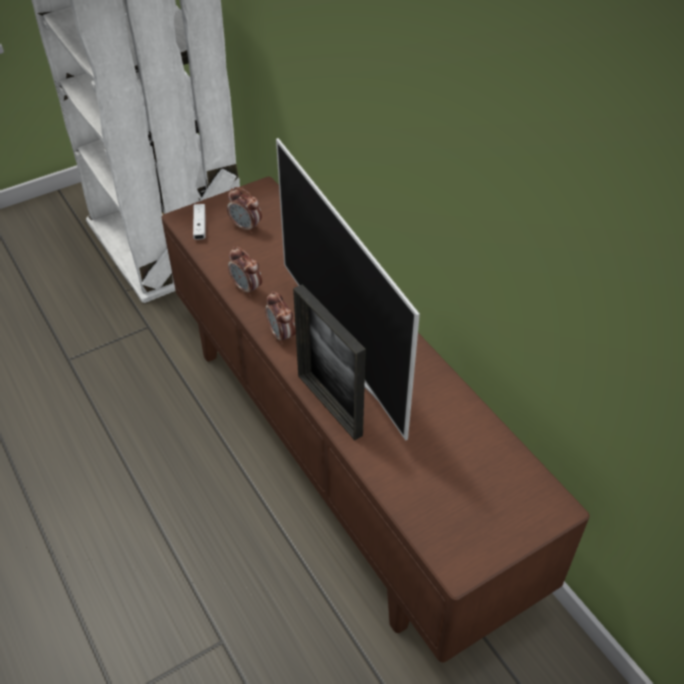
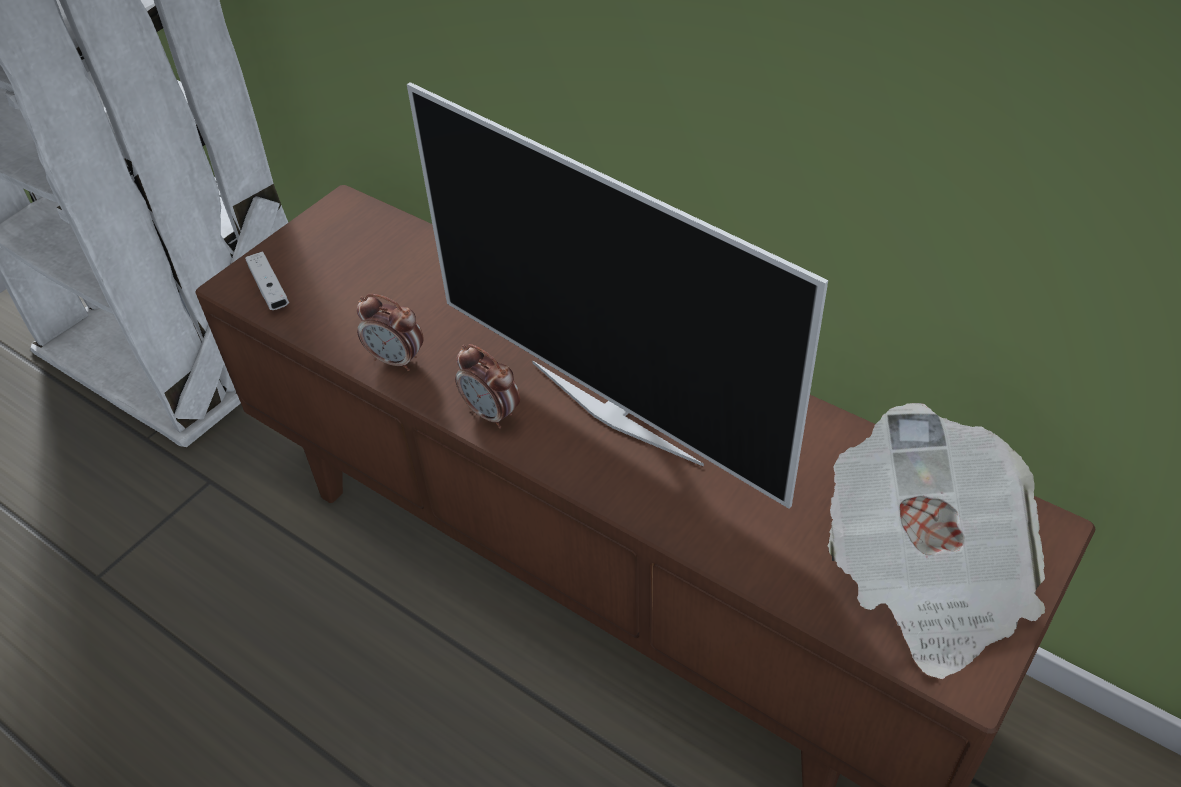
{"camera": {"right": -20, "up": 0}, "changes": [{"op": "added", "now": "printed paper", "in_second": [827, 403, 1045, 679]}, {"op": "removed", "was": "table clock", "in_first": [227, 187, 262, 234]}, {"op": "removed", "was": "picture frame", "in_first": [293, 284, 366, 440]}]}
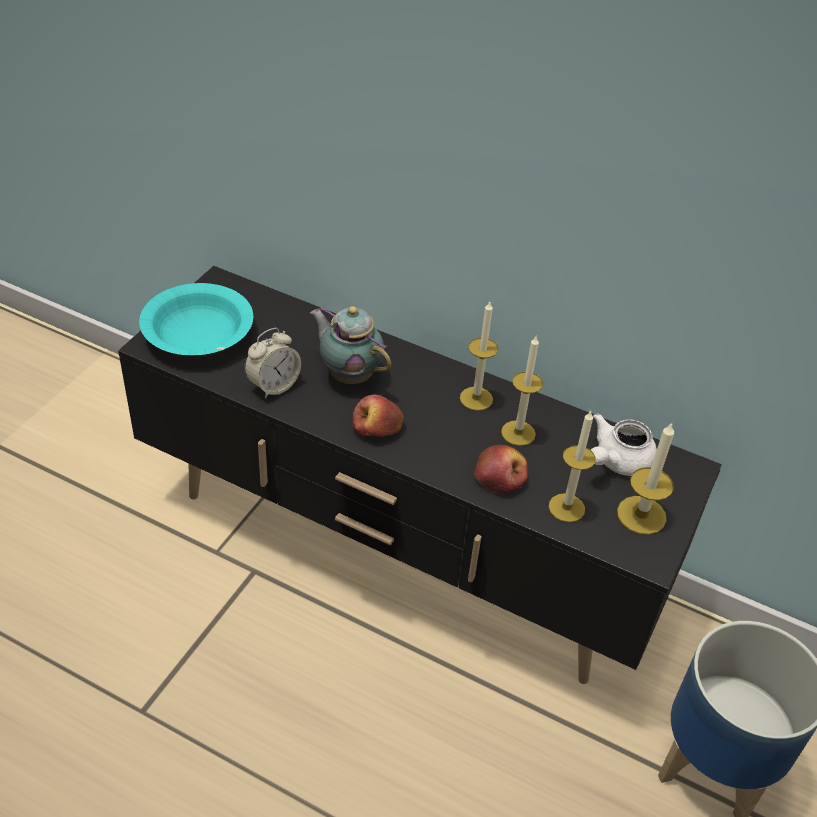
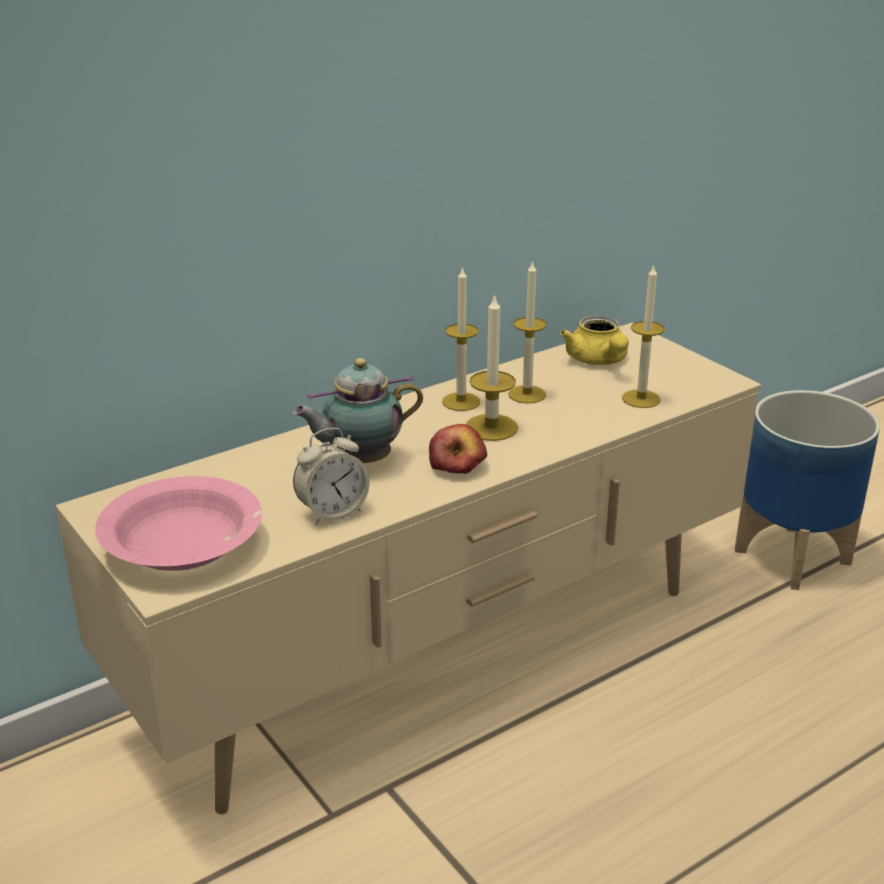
{"camera": {"right": -60, "up": -15}, "changes": [{"op": "recoloured", "was": "blackish tv stand", "now": "beige tv stand", "in_first": [118, 266, 722, 684], "in_second": [56, 323, 761, 814]}, {"op": "recoloured", "was": "turquoise serving bowl", "now": "pinkish serving bowl", "in_first": [139, 283, 253, 355], "in_second": [95, 476, 262, 571]}, {"op": "turned", "was": "table clock", "in_first": [244, 328, 301, 399], "in_second": [293, 428, 370, 525], "clockwise": 75}, {"op": "moved", "was": "candle", "in_first": [617, 422, 674, 535], "in_second": [466, 293, 518, 441]}, {"op": "recoloured", "was": "whitish pot for tea", "now": "yellow pot for tea", "in_first": [591, 413, 657, 476], "in_second": [560, 316, 629, 365]}, {"op": "removed", "was": "whole apple", "in_first": [474, 445, 528, 494]}]}
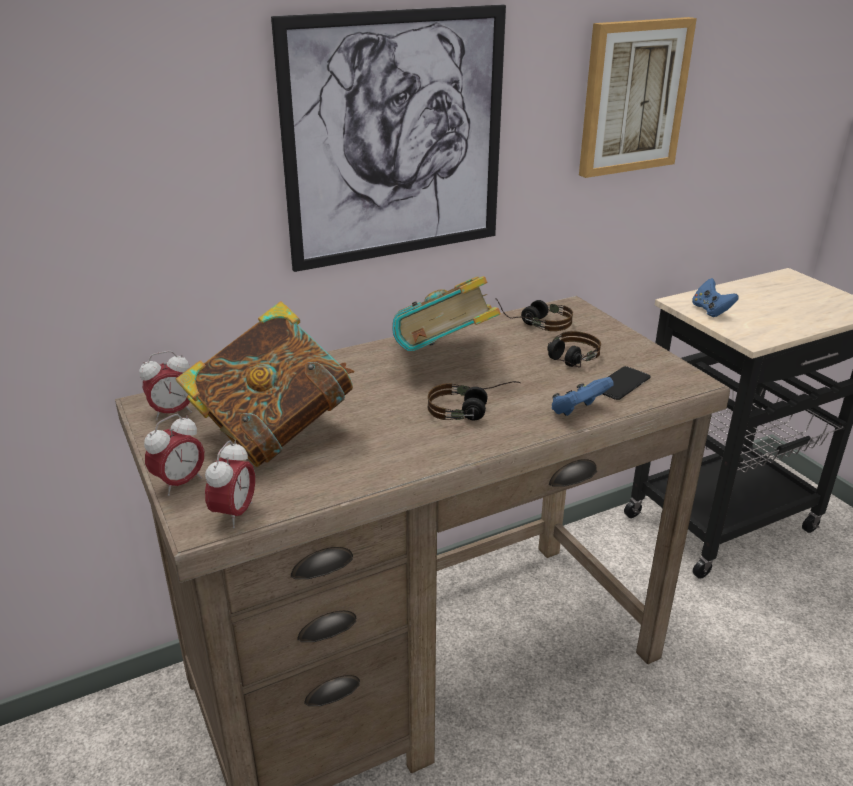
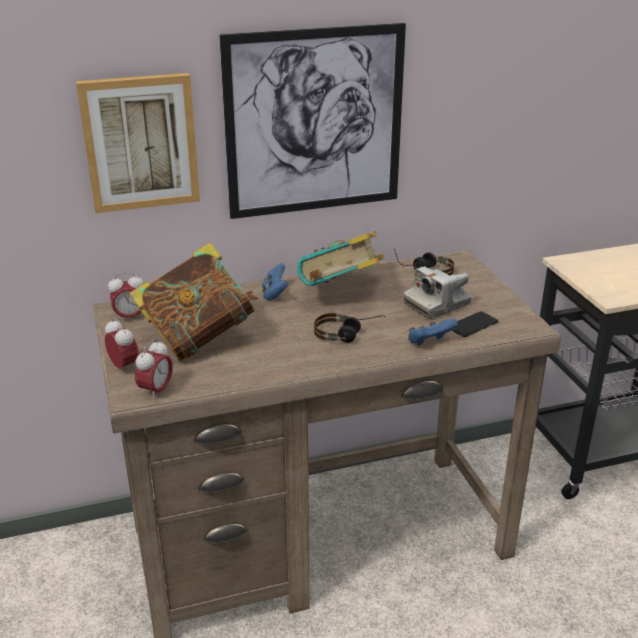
{"camera": {"right": 10, "up": 0}, "changes": [{"op": "moved", "was": "wall art", "in_first": [579, 17, 697, 178], "in_second": [76, 73, 200, 213]}, {"op": "turned", "was": "table clock", "in_first": [144, 414, 204, 496], "in_second": [105, 318, 139, 370], "clockwise": -90}, {"op": "moved", "was": "blue-coloured gamepad", "in_first": [692, 278, 739, 317], "in_second": [262, 263, 288, 301]}, {"op": "replaced", "was": "headphones", "now": "photo camera", "in_first": [547, 331, 601, 368], "in_second": [404, 267, 472, 319]}]}
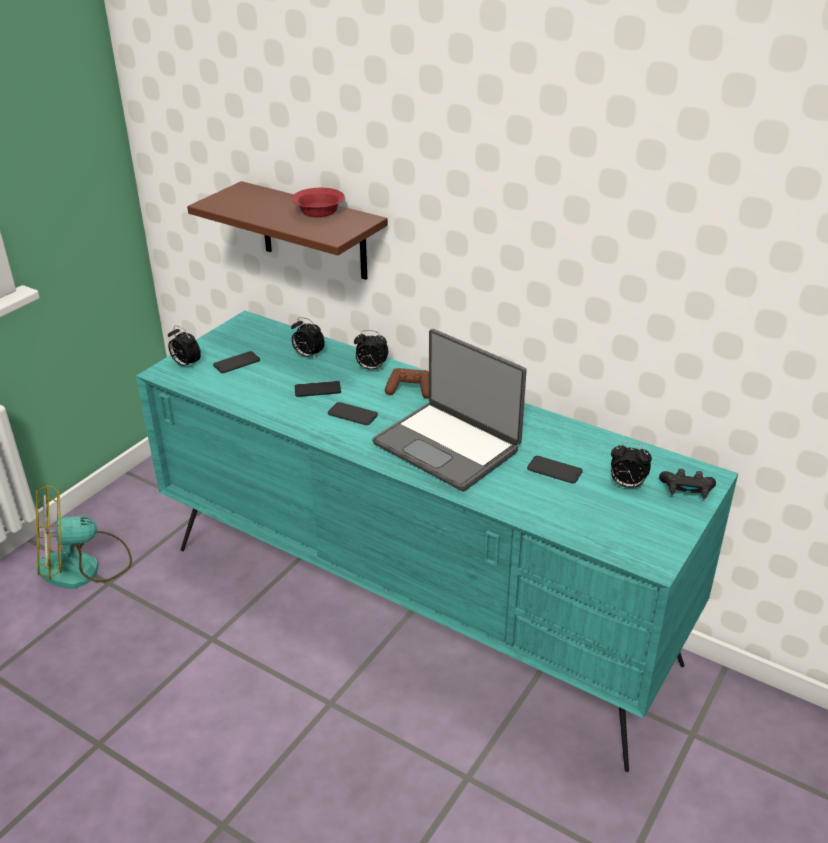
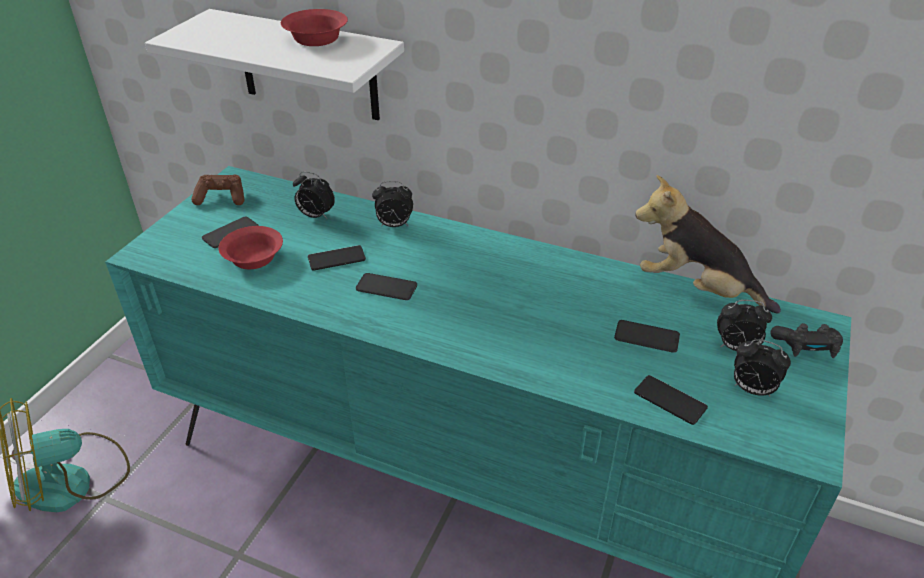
{"camera": {"right": -10, "up": 5}, "changes": [{"op": "recoloured", "was": "brownish bracket shelf", "now": "whitish bracket shelf", "in_first": [187, 181, 388, 280], "in_second": [145, 9, 404, 120]}, {"op": "moved", "was": "brownish gamepad", "in_first": [385, 368, 429, 399], "in_second": [191, 174, 244, 205]}, {"op": "added", "now": "reddish serving bowl", "in_second": [219, 226, 283, 269]}, {"op": "added", "now": "telephone", "in_second": [634, 375, 708, 425]}, {"op": "added", "now": "soft toy", "in_second": [635, 175, 781, 314]}, {"op": "moved", "was": "table clock", "in_first": [168, 325, 201, 368], "in_second": [734, 339, 791, 397]}, {"op": "removed", "was": "portable computer", "in_first": [372, 329, 527, 492]}]}
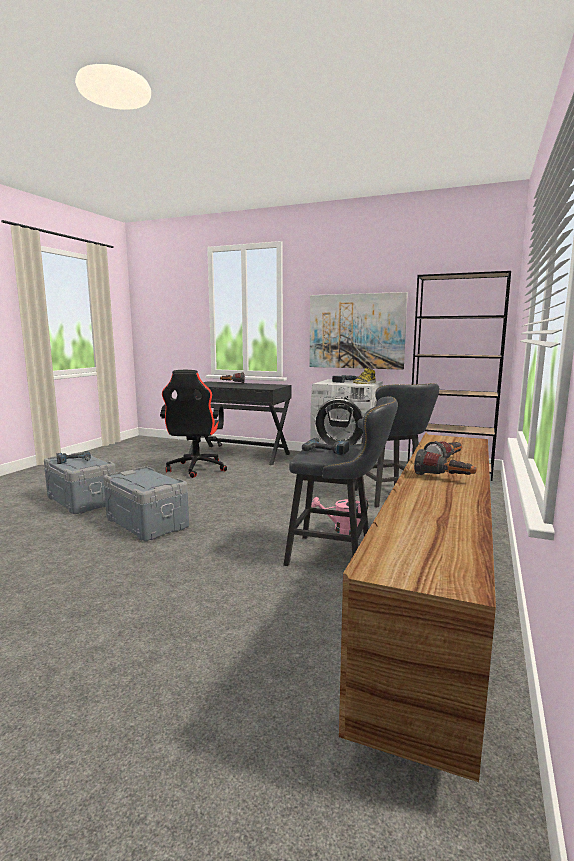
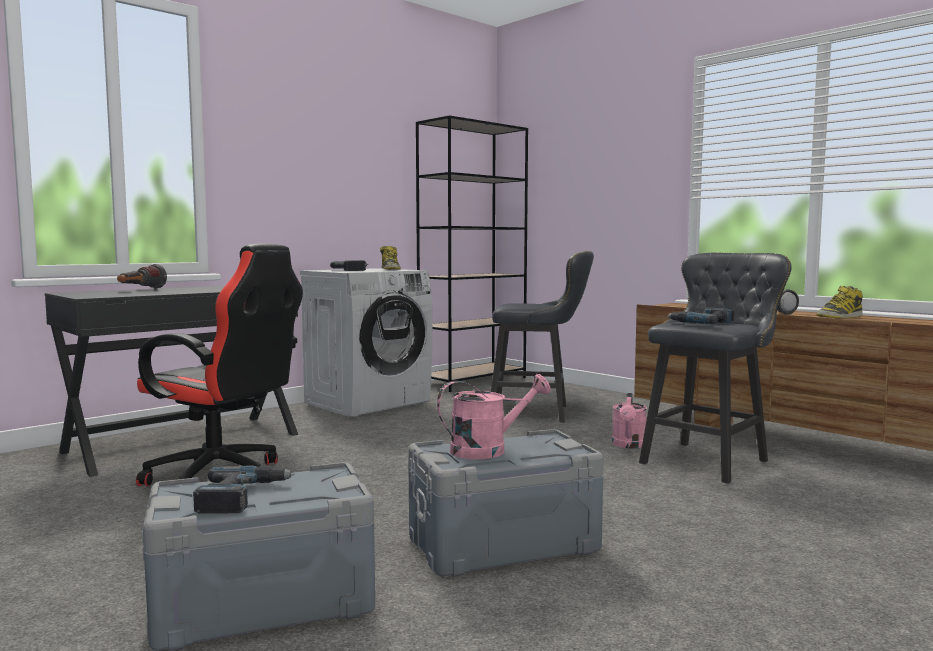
{"camera": {"right": -65, "up": -5}, "changes": [{"op": "added", "now": "pinkish sprinkling can", "in_second": [437, 374, 551, 459]}, {"op": "replaced", "was": "flashlight", "now": "boot", "in_first": [414, 449, 477, 475], "in_second": [817, 286, 863, 318]}, {"op": "removed", "was": "wall art", "in_first": [309, 292, 408, 370]}]}
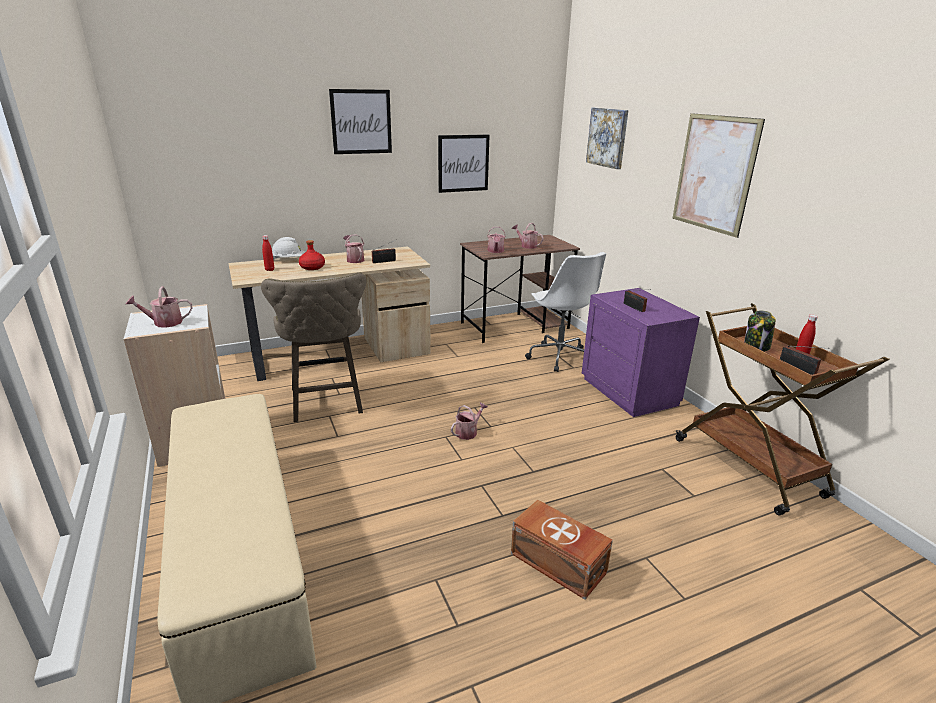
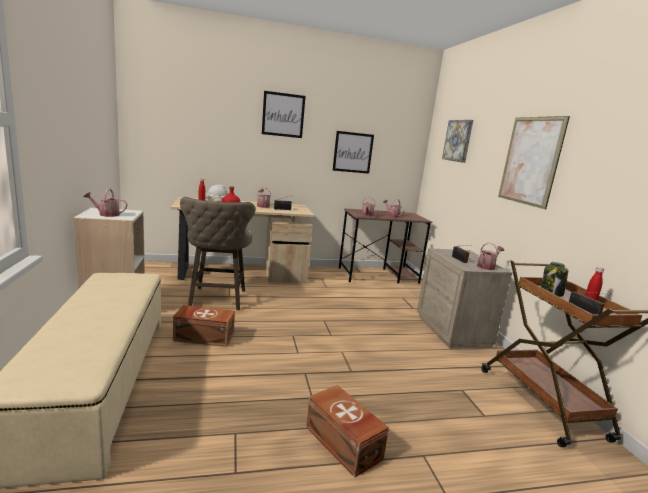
{"camera": {"right": 10, "up": -10}, "changes": [{"op": "added", "now": "brownish storage bin", "in_second": [173, 305, 235, 347]}, {"op": "recoloured", "was": "purplish night table", "now": "beige night table", "in_first": [582, 288, 700, 417], "in_second": [417, 248, 512, 349]}, {"op": "moved", "was": "sprinkling can", "in_first": [451, 402, 488, 440], "in_second": [477, 243, 505, 270]}, {"op": "removed", "was": "whitish computer chair", "in_first": [525, 252, 606, 372]}]}
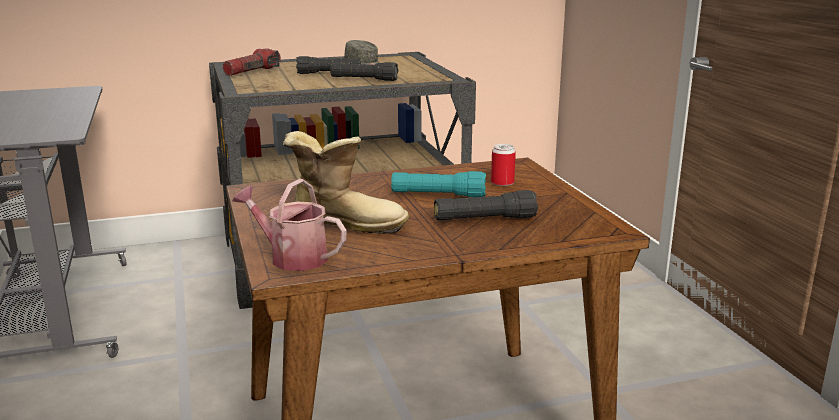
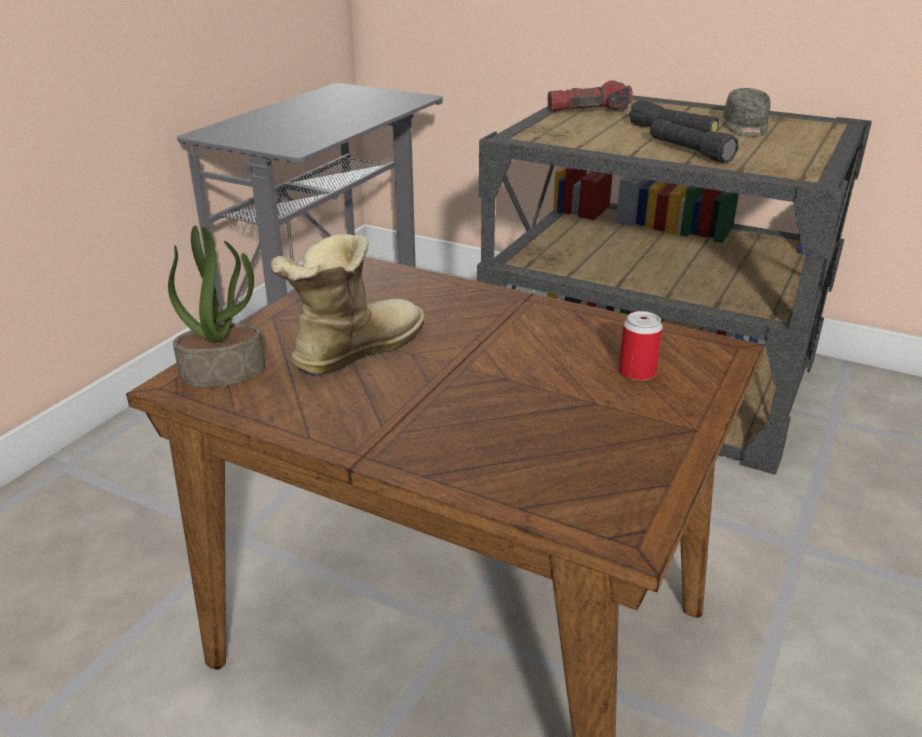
{"camera": {"right": 45, "up": 10}, "changes": [{"op": "replaced", "was": "sprinkling can", "now": "houseplant", "in_first": [232, 179, 347, 271], "in_second": [168, 226, 265, 387]}, {"op": "turned", "was": "boot", "in_first": [283, 131, 409, 234], "in_second": [271, 234, 424, 375], "clockwise": -105}, {"op": "removed", "was": "turquoise flashlight", "in_first": [391, 171, 486, 197]}, {"op": "removed", "was": "blackish flashlight", "in_first": [434, 190, 538, 220]}]}
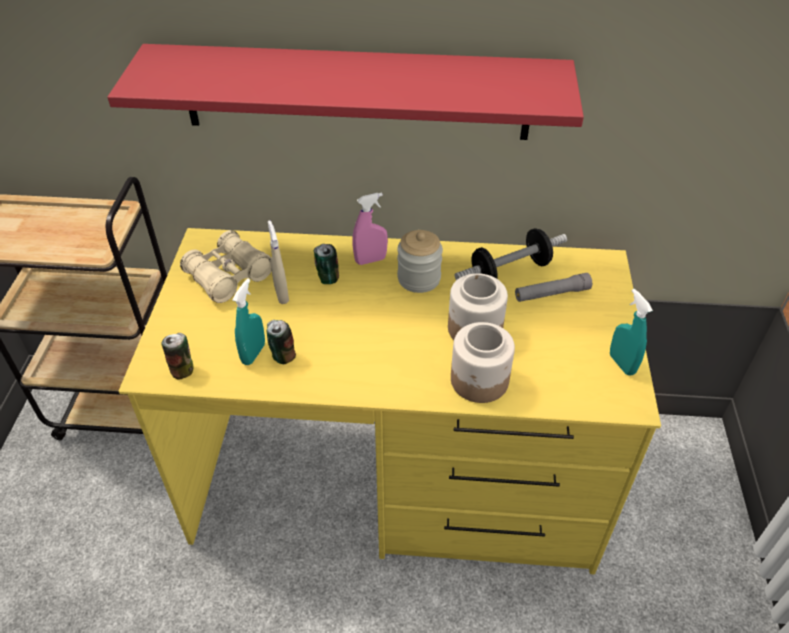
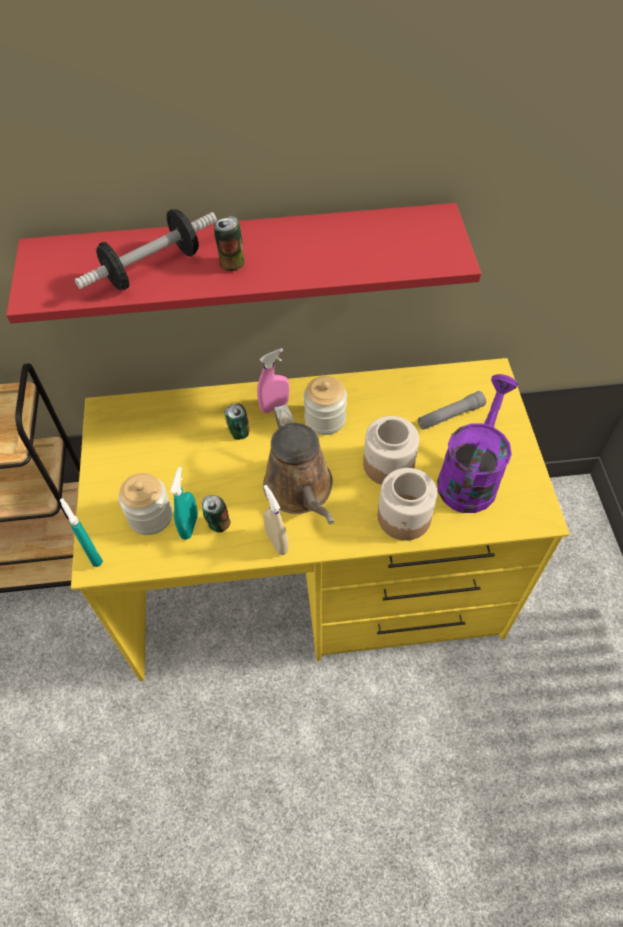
{"camera": {"right": -10, "up": 10}, "changes": [{"op": "moved", "was": "turquoise hand sprayer", "in_first": [610, 289, 653, 376], "in_second": [60, 498, 103, 567]}, {"op": "moved", "was": "dumbbell", "in_first": [455, 228, 567, 280], "in_second": [74, 209, 217, 290]}, {"op": "added", "now": "preserve jar", "in_second": [118, 473, 172, 535]}, {"op": "moved", "was": "sealed can", "in_first": [161, 333, 193, 380], "in_second": [214, 216, 245, 271]}, {"op": "added", "now": "brownish sprinkling can", "in_second": [263, 404, 334, 524]}, {"op": "moved", "was": "beige hand sprayer", "in_first": [268, 220, 289, 304], "in_second": [263, 485, 288, 555]}, {"op": "added", "now": "purplish sprinkling can", "in_second": [437, 374, 518, 513]}, {"op": "removed", "was": "beige binoculars", "in_first": [180, 230, 272, 303]}]}
